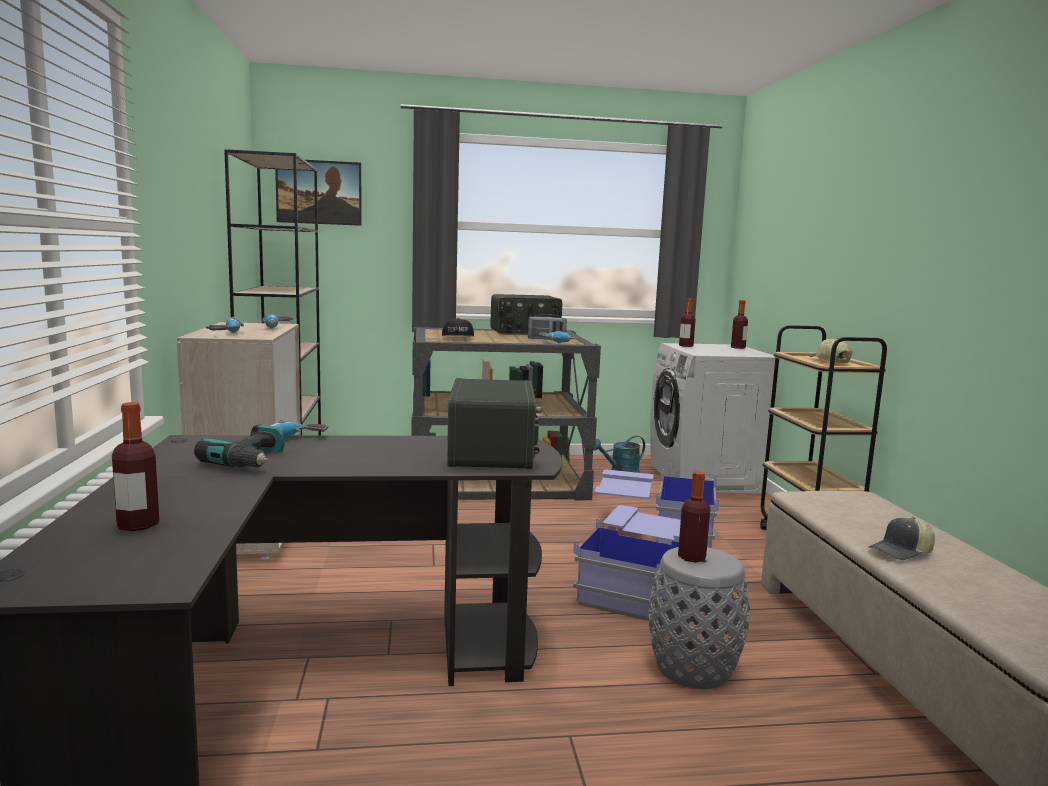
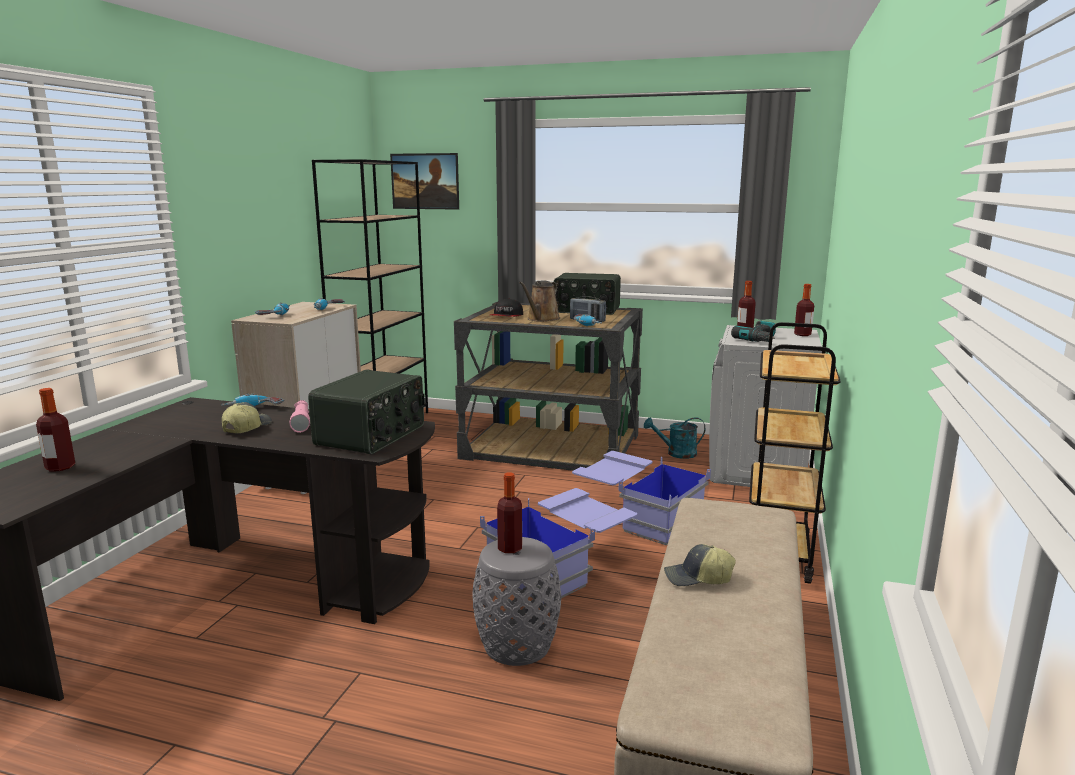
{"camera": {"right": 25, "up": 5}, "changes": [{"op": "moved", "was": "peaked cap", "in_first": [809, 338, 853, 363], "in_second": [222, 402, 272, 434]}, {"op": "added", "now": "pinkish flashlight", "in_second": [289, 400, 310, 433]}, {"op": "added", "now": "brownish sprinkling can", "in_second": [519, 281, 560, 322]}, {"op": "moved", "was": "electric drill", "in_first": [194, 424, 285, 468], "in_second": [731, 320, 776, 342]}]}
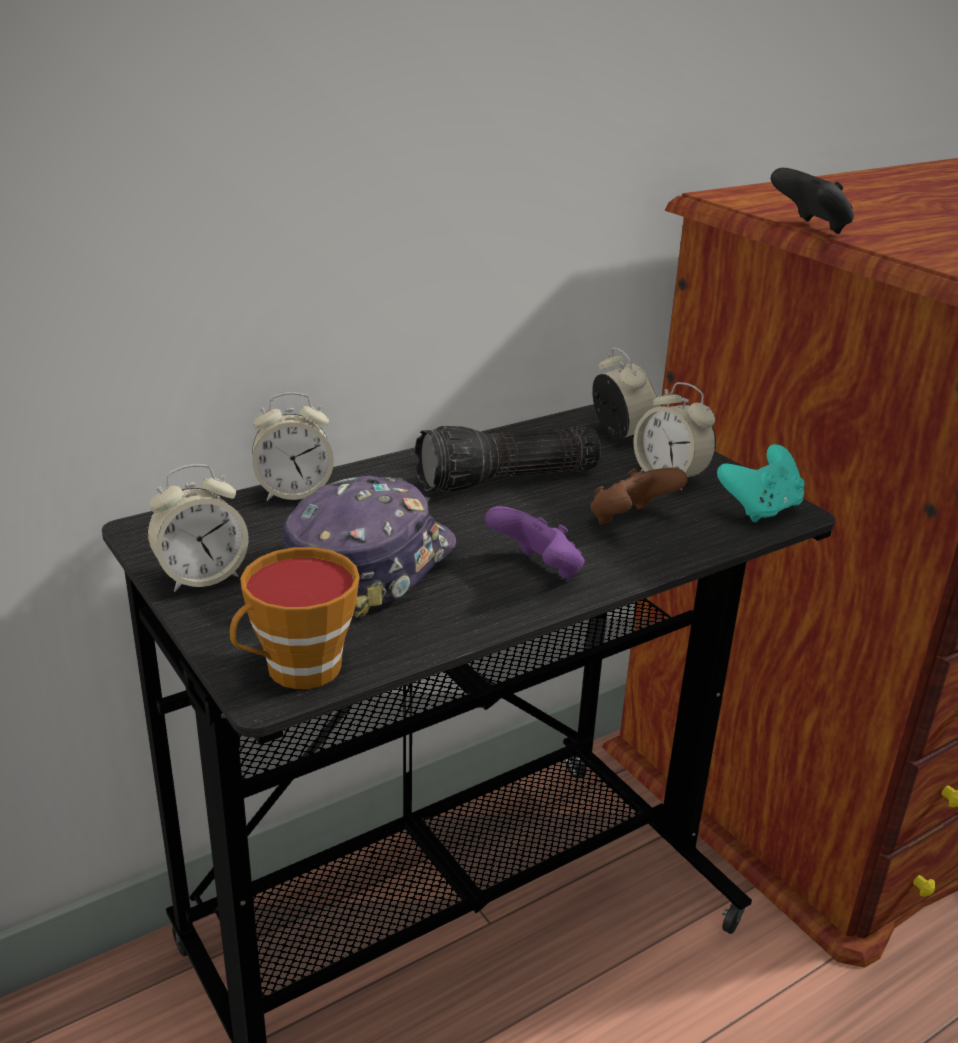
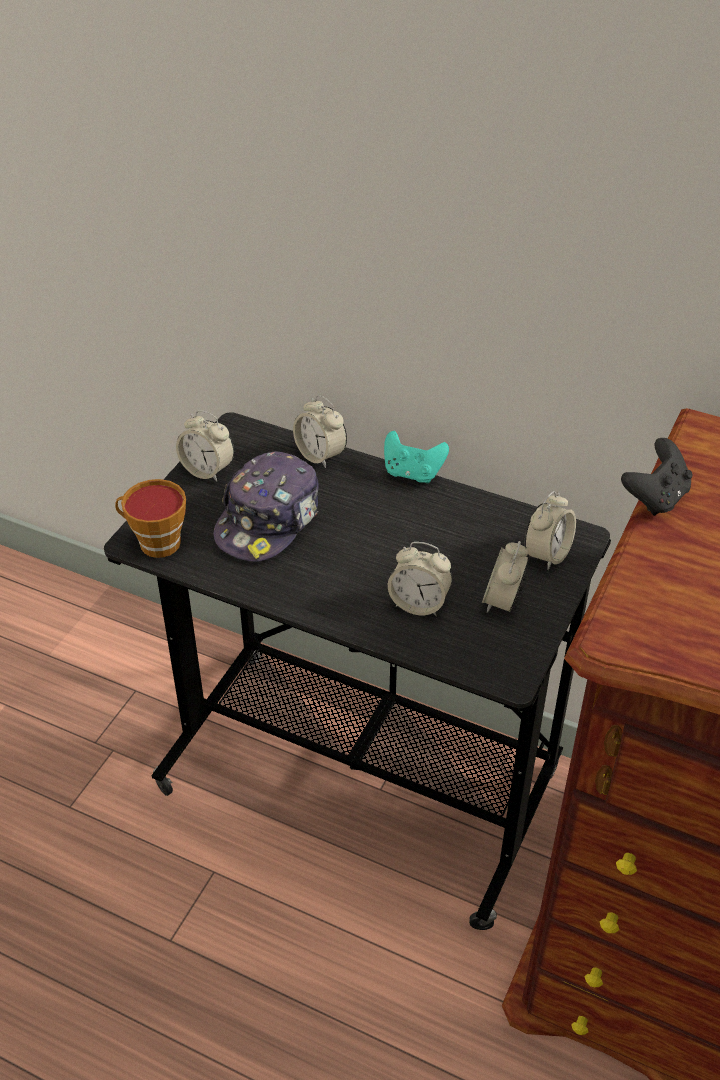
{"camera": {"right": 60, "up": 15}, "changes": [{"op": "turned", "was": "peaked cap", "in_first": [283, 476, 456, 618], "in_second": [213, 451, 319, 562], "clockwise": 120}, {"op": "moved", "was": "turquoise gamepad", "in_first": [717, 444, 805, 522], "in_second": [384, 431, 449, 483]}, {"op": "replaced", "was": "brownish gamepad", "now": "table clock", "in_first": [591, 467, 688, 524], "in_second": [388, 542, 452, 616]}, {"op": "removed", "was": "flashlight", "in_first": [415, 426, 601, 492]}, {"op": "removed", "was": "purplish gamepad", "in_first": [485, 506, 584, 580]}]}
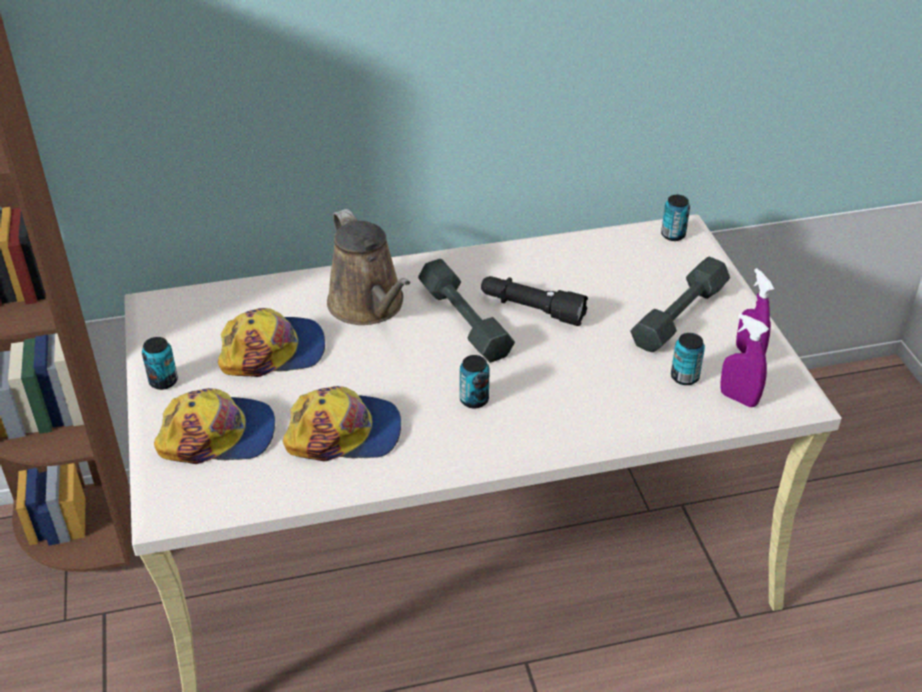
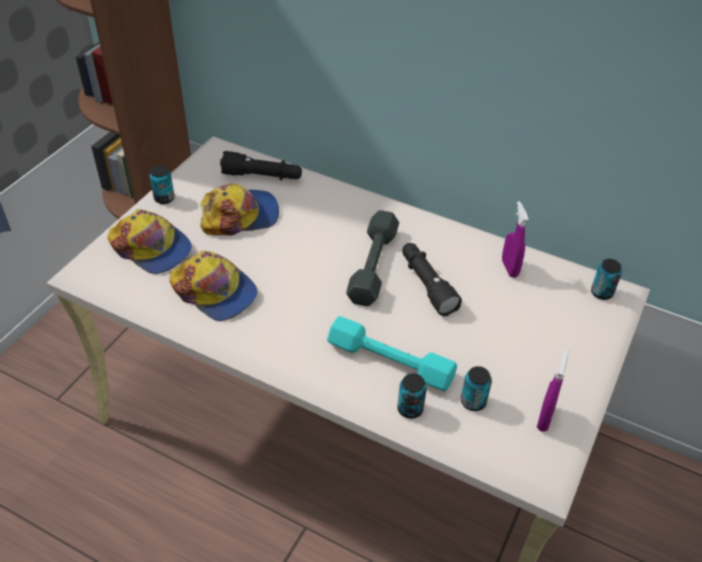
{"camera": {"right": 40, "up": 5}, "changes": [{"op": "turned", "was": "peaked cap", "in_first": [218, 308, 325, 377], "in_second": [200, 183, 279, 236], "clockwise": -45}, {"op": "added", "now": "blackish flashlight", "in_second": [220, 151, 302, 180]}, {"op": "added", "now": "turquoise dumbbell", "in_second": [327, 316, 457, 392]}, {"op": "moved", "was": "sealed can", "in_first": [460, 355, 490, 409], "in_second": [397, 374, 427, 419]}, {"op": "moved", "was": "purplish hand sprayer", "in_first": [720, 314, 769, 407], "in_second": [502, 201, 529, 278]}, {"op": "removed", "was": "brownish sprinkling can", "in_first": [327, 209, 410, 325]}, {"op": "removed", "was": "gray dumbbell", "in_first": [630, 256, 730, 352]}]}
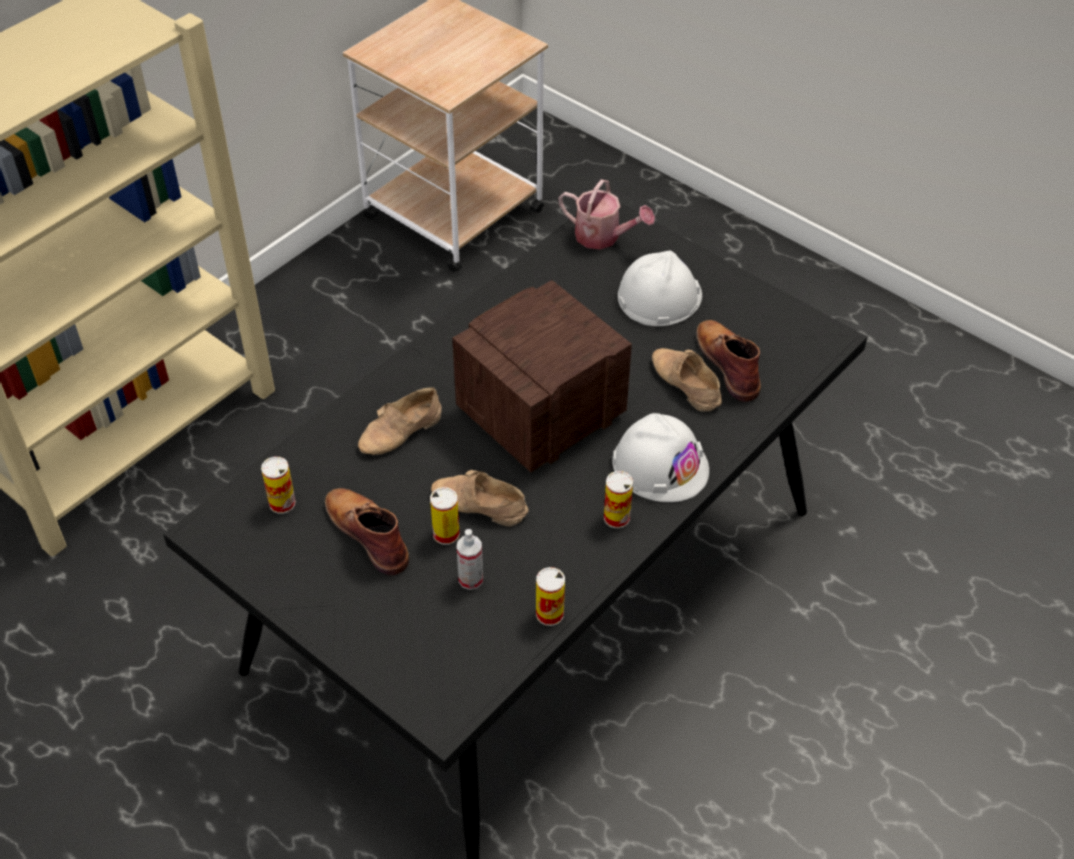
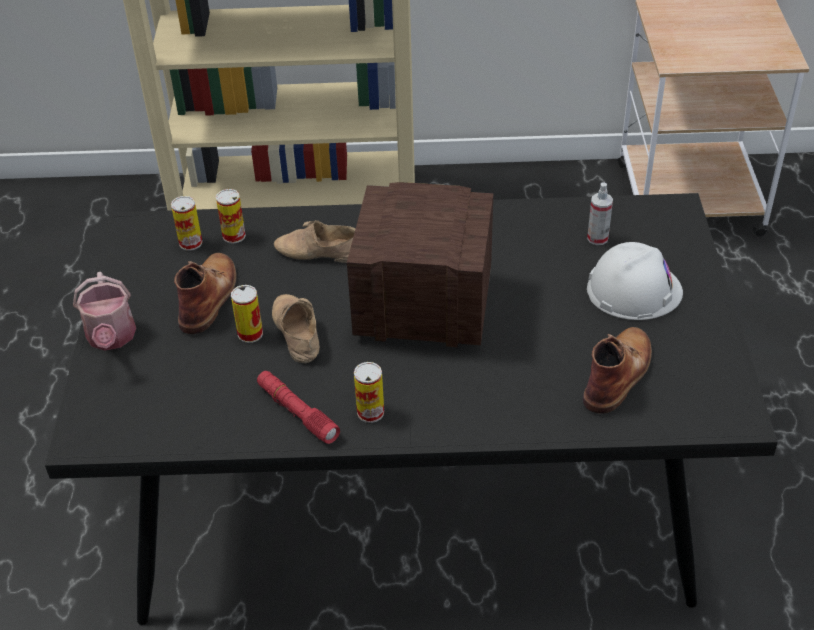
{"camera": {"right": 50, "up": -5}, "changes": [{"op": "moved", "was": "sprinkling can", "in_first": [558, 180, 655, 250], "in_second": [73, 272, 136, 351]}, {"op": "moved", "was": "sealed can", "in_first": [536, 567, 565, 626], "in_second": [216, 189, 246, 243]}, {"op": "added", "now": "reddish flashlight", "in_second": [257, 371, 340, 444]}, {"op": "moved", "was": "hand sprayer", "in_first": [457, 529, 483, 590], "in_second": [587, 182, 613, 245]}, {"op": "removed", "was": "whitish safety helmet", "in_first": [612, 413, 709, 502]}, {"op": "removed", "was": "beige item of footwear", "in_first": [652, 348, 722, 412]}]}
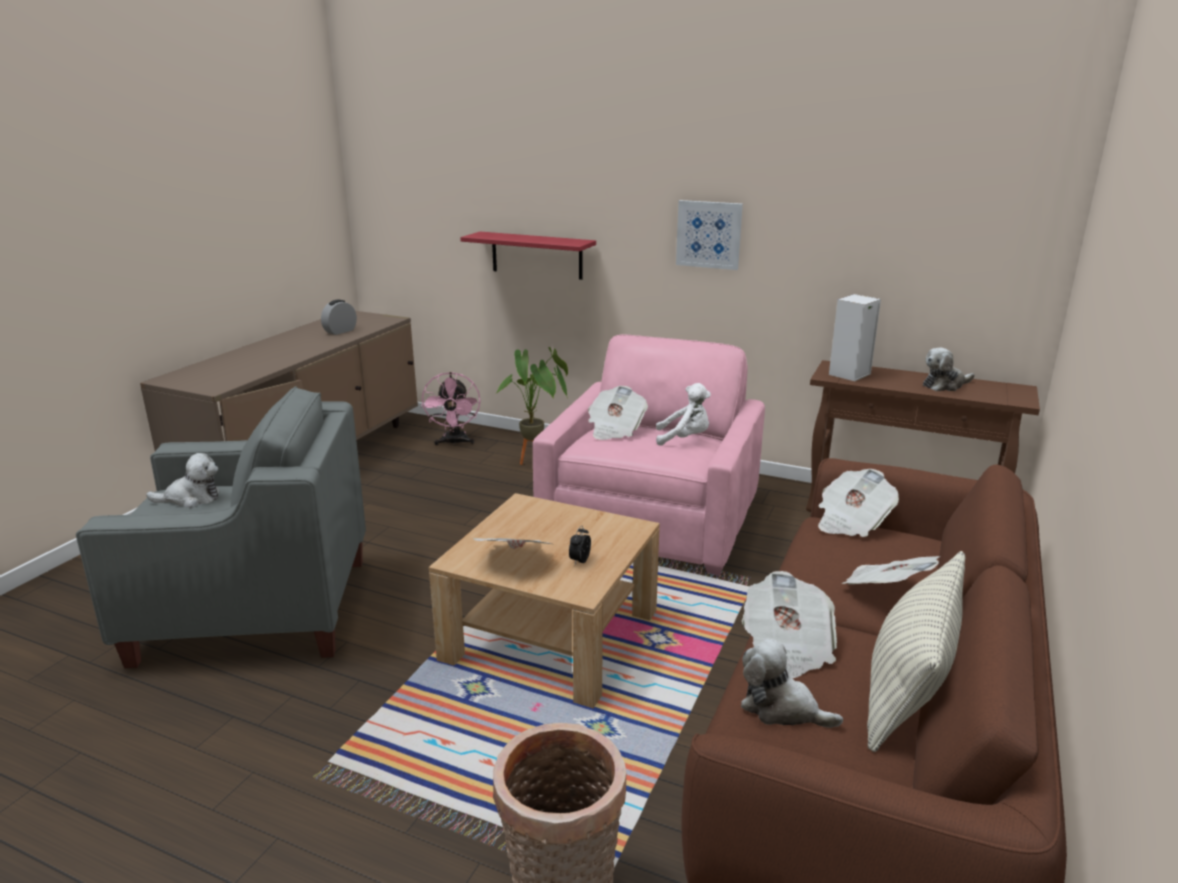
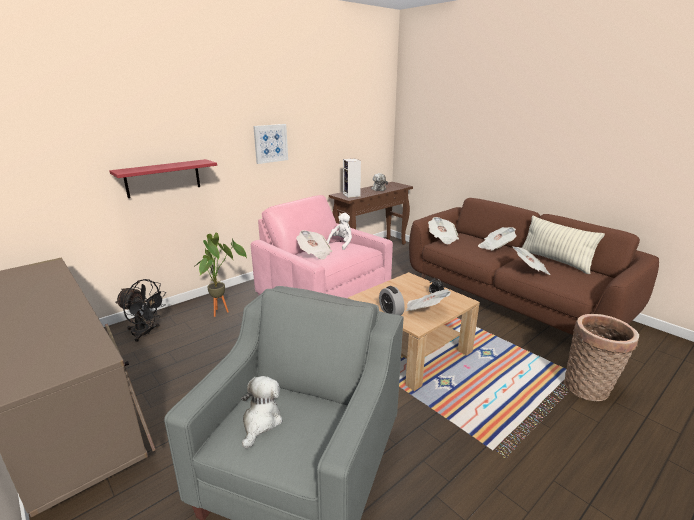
{"camera": {"right": -65, "up": 0}, "changes": [{"op": "recoloured", "was": "pinkish electric fan", "now": "blackish electric fan", "in_first": [421, 372, 481, 446], "in_second": [116, 279, 166, 342]}, {"op": "moved", "was": "table clock", "in_first": [321, 300, 357, 335], "in_second": [379, 286, 405, 316]}, {"op": "removed", "was": "soft toy", "in_first": [741, 639, 843, 728]}]}
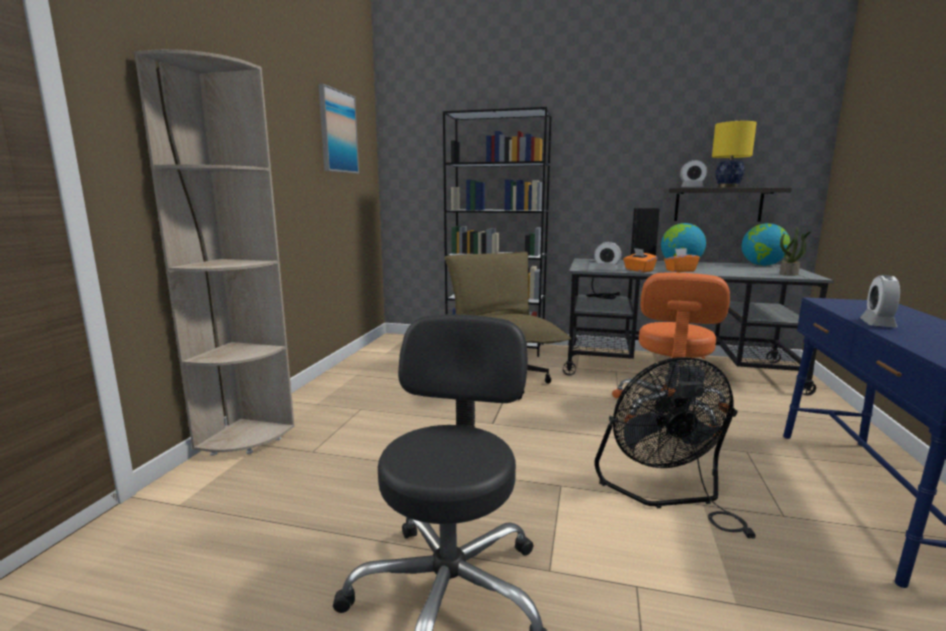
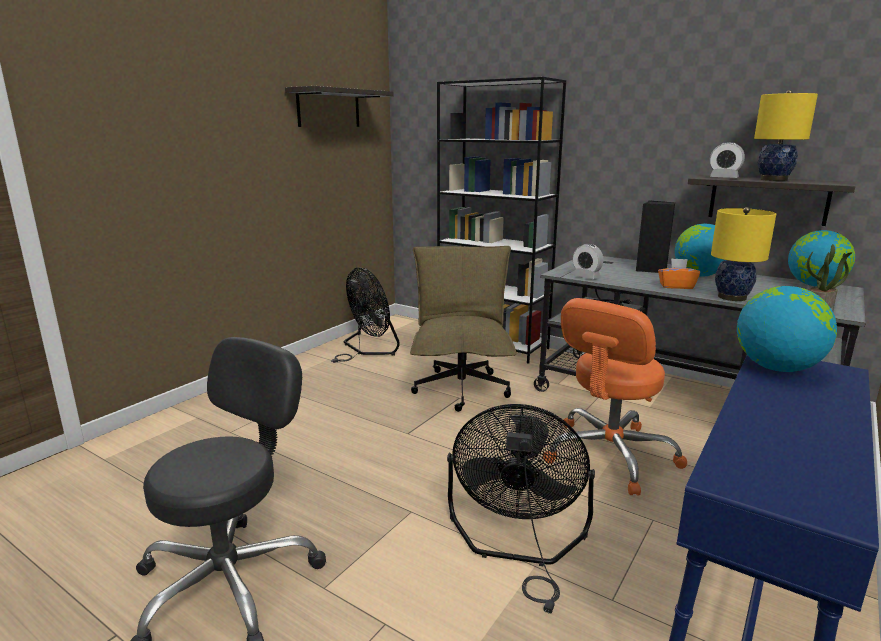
{"camera": {"right": 20, "up": 5}, "changes": [{"op": "replaced", "was": "wall art", "now": "bracket shelf", "in_first": [318, 84, 359, 174], "in_second": [285, 86, 393, 127]}, {"op": "added", "now": "blackish electric fan", "in_second": [331, 267, 400, 363]}, {"op": "added", "now": "yellow tabletop lamp", "in_second": [711, 207, 776, 301]}, {"op": "added", "now": "desk globe", "in_second": [737, 286, 837, 372]}, {"op": "removed", "was": "beige bookcase", "in_first": [134, 49, 295, 456]}, {"op": "removed", "was": "orange-coloured tissue holder", "in_first": [623, 248, 657, 272]}, {"op": "removed", "was": "table clock", "in_first": [860, 275, 900, 328]}]}
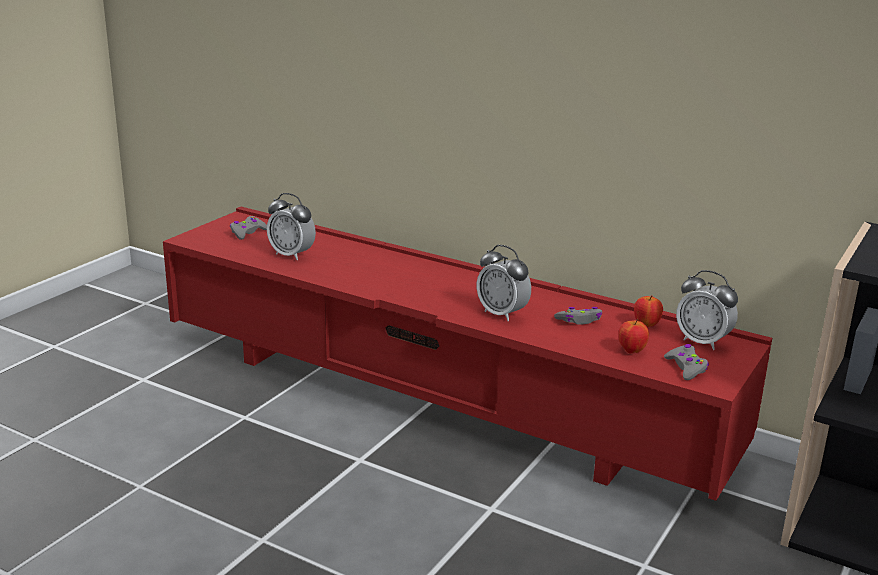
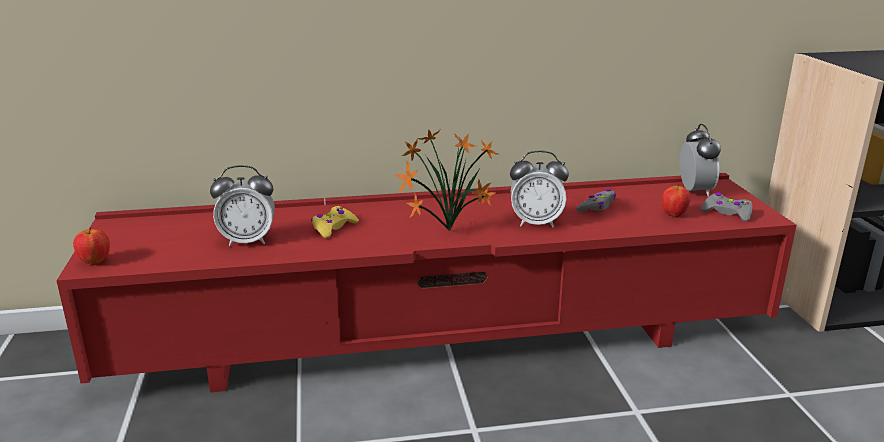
{"camera": {"right": -40, "up": 0}, "changes": [{"op": "moved", "was": "whole apple", "in_first": [634, 296, 663, 328], "in_second": [73, 227, 110, 265]}, {"op": "added", "now": "yellow gamepad", "in_second": [311, 206, 359, 238]}, {"op": "added", "now": "houseplant", "in_second": [395, 129, 498, 231]}, {"op": "turned", "was": "table clock", "in_first": [676, 270, 738, 350], "in_second": [680, 124, 721, 197], "clockwise": -90}, {"op": "removed", "was": "gray gamepad", "in_first": [230, 216, 267, 240]}]}
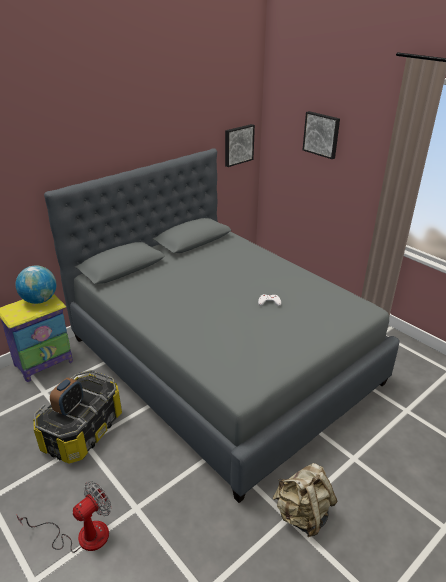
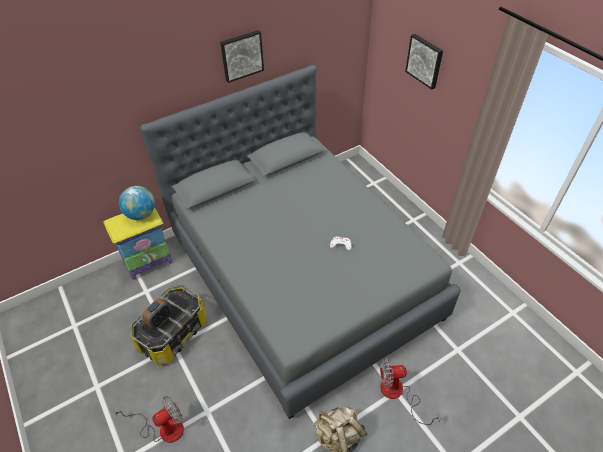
{"camera": {"right": 10, "up": 15}, "changes": [{"op": "moved", "was": "wall art", "in_first": [225, 124, 255, 167], "in_second": [220, 30, 264, 83]}, {"op": "added", "now": "electric fan", "in_second": [380, 358, 441, 425]}]}
